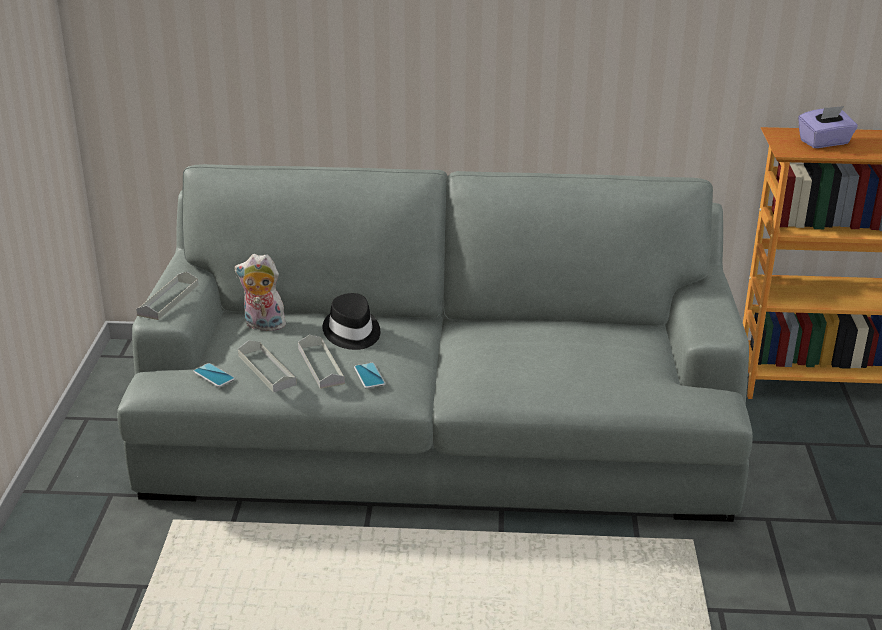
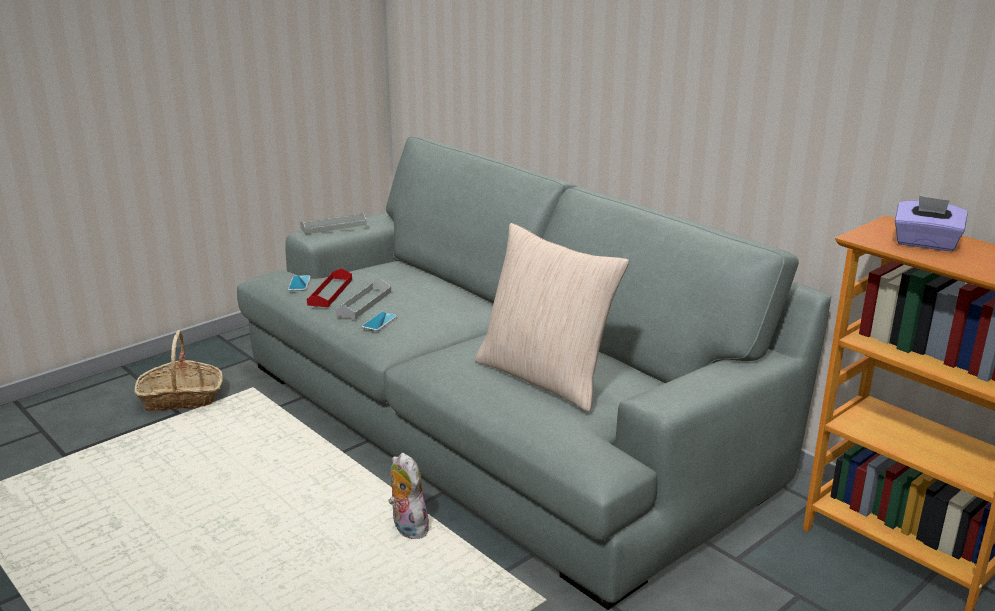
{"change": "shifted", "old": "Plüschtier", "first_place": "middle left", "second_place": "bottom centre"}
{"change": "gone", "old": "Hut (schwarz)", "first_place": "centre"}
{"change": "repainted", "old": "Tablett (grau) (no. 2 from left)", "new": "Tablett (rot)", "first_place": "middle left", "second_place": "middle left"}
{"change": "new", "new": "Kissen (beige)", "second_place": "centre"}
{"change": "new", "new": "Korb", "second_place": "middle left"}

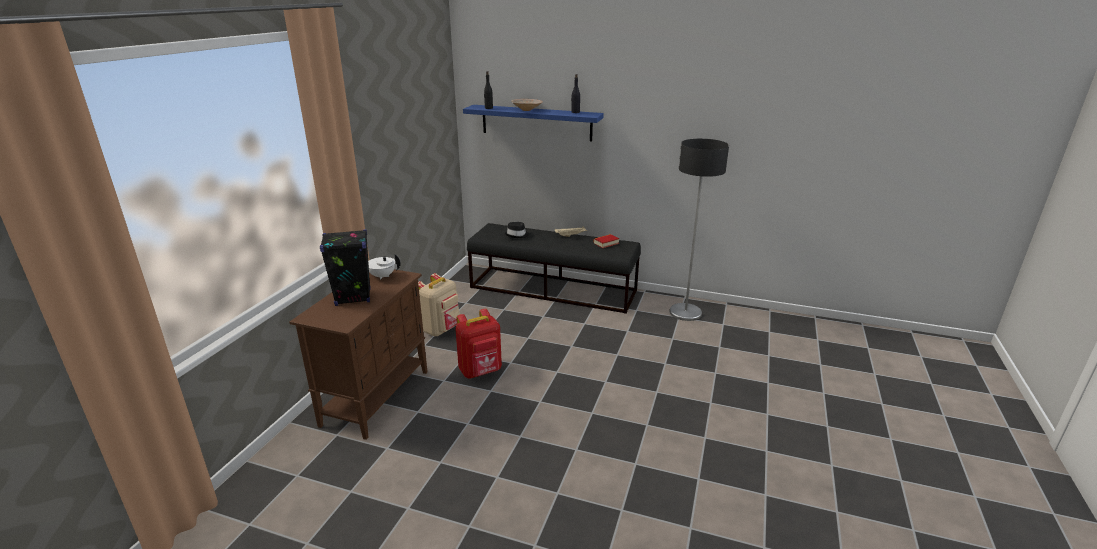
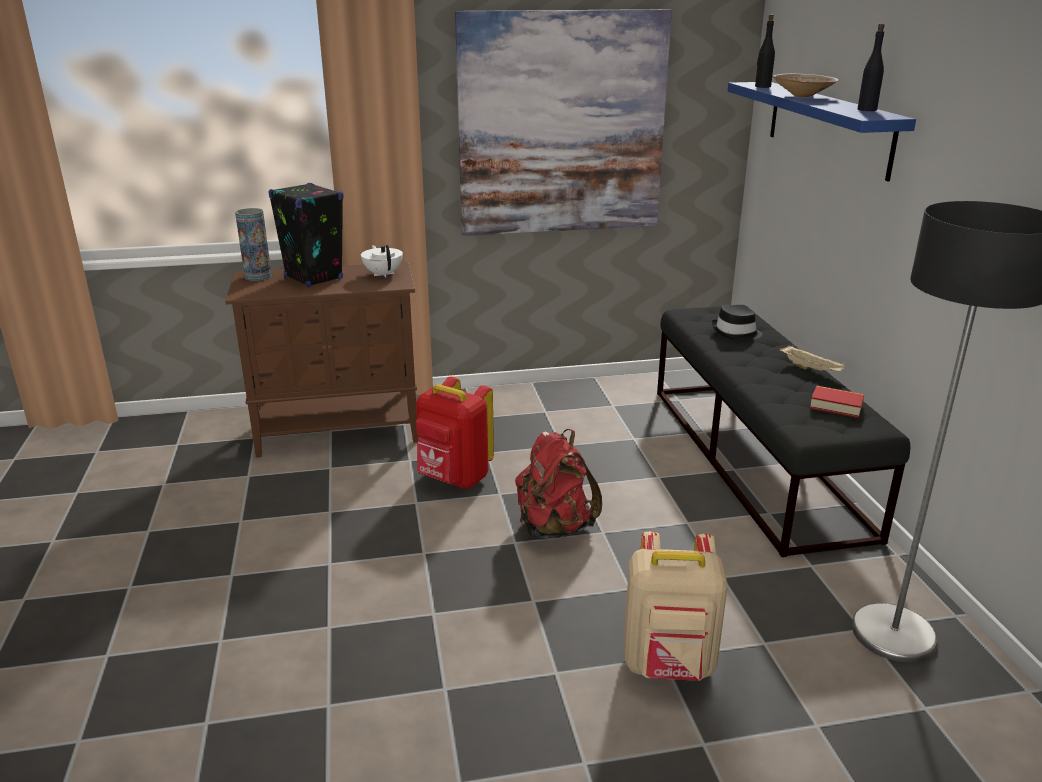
{"change": "shifted", "old": "Rucksack (beige)", "first_place": "centre", "second_place": "bottom centre"}
{"change": "new", "new": "Bild", "second_place": "top centre"}
{"change": "new", "new": "Vase", "second_place": "top left"}
{"change": "new", "new": "Rucksack (rot) (no. 2 from left)", "second_place": "centre"}

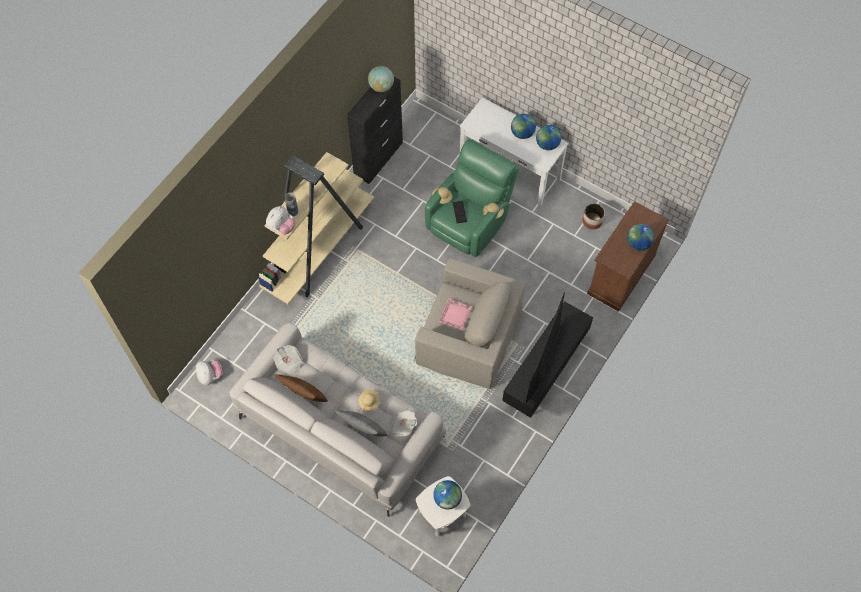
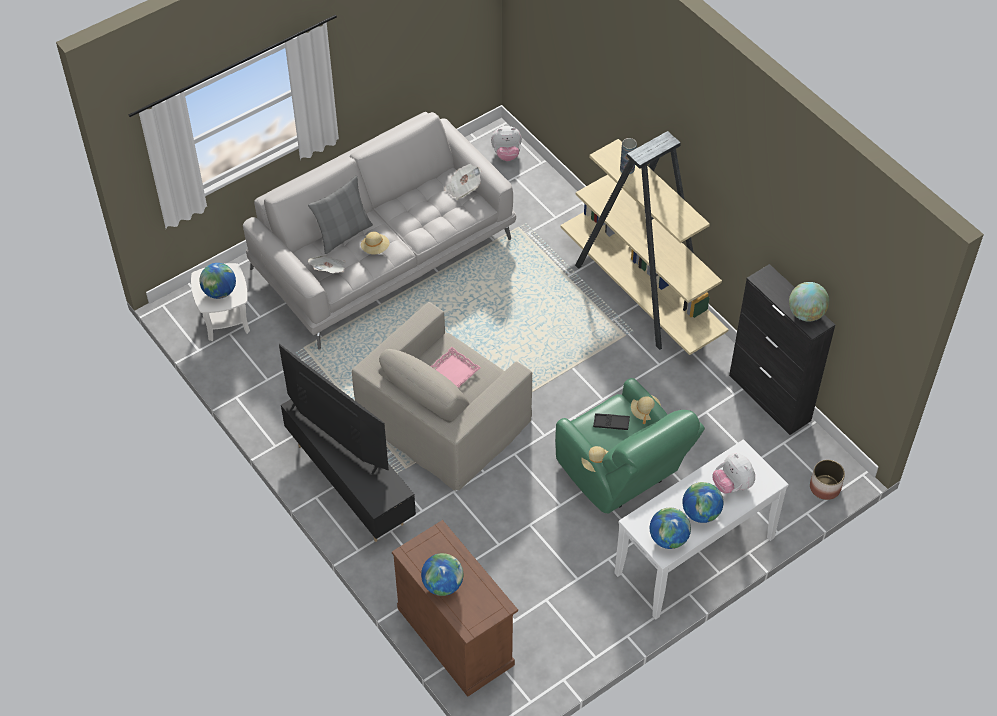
{"change": "shifted", "old": "Pflanzkübel", "first_place": "middle right", "second_place": "bottom right"}
{"change": "shifted", "old": "Plüschtier (no. 2 from left)", "first_place": "middle left", "second_place": "middle right"}
{"change": "gone", "old": "Kissen (braun)", "first_place": "centre"}

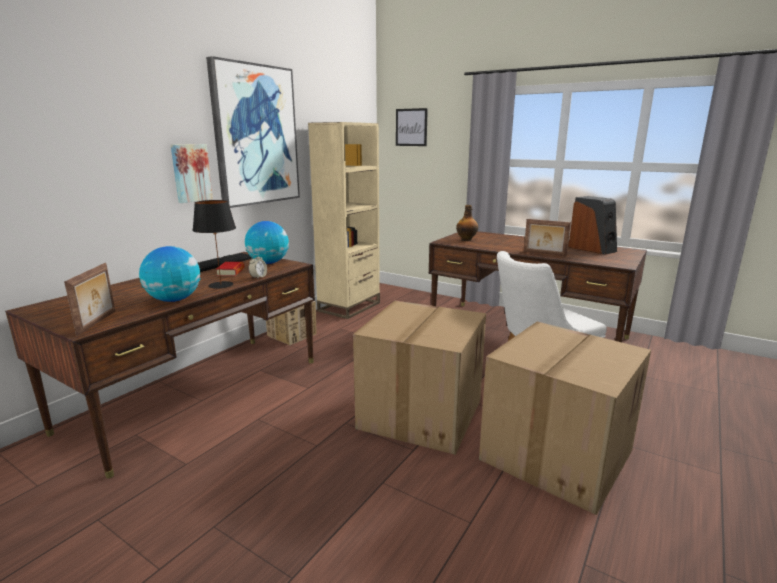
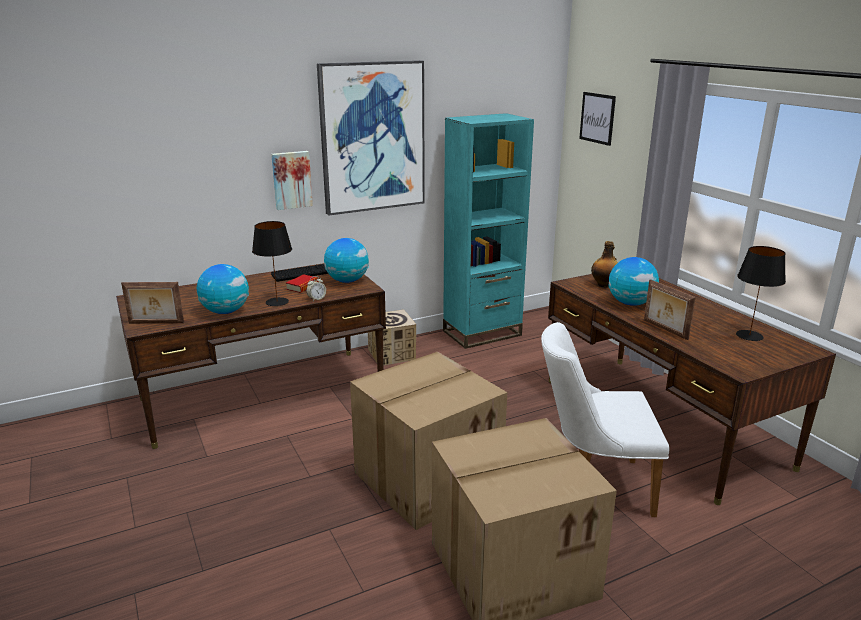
{"change": "repainted", "old": "Bücherregal (beige)", "new": "Bücherregal (türkis)", "first_place": "centre", "second_place": "centre"}
{"change": "swapped", "old": "Lautsprecher", "new": "Tischlampe (schwarz) (no. 2 from left)", "first_place": "middle right", "second_place": "middle right"}
{"change": "rotated", "old": "Bilderrahmen (no. 1 from left)", "first_place": "middle left", "second_place": "middle left", "degrees": 60}
{"change": "new", "new": "Globus (no. 3 from left)", "second_place": "middle right"}

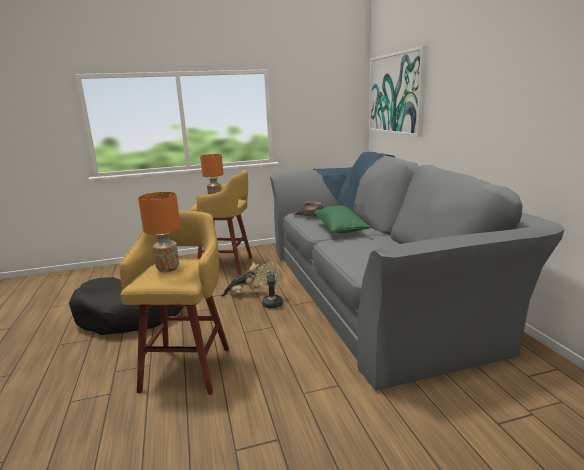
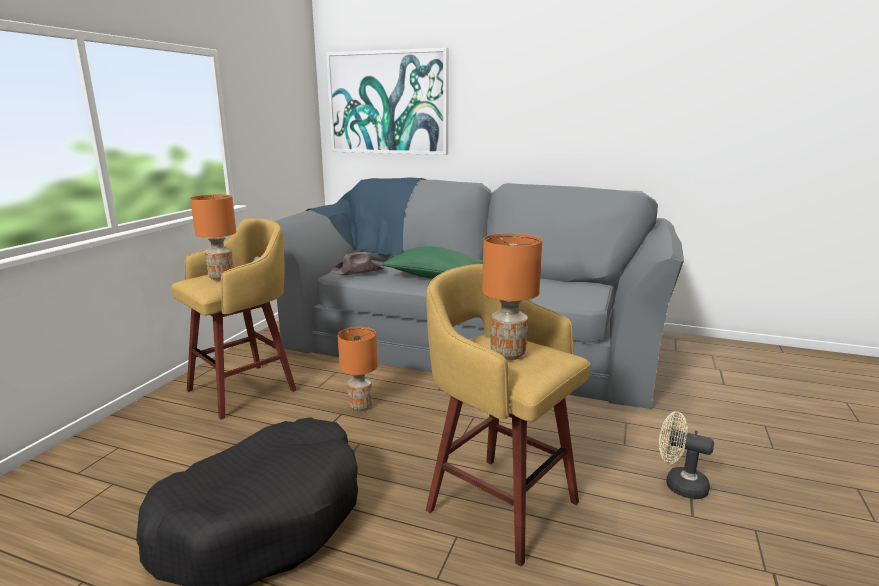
{"change": "swapped", "old": "Plüschtier", "new": "Tischlampe (orange) (no. 2 from left)", "first_place": "centre", "second_place": "centre"}
{"change": "shifted", "old": "Ventilator (beige)", "first_place": "centre", "second_place": "bottom right"}

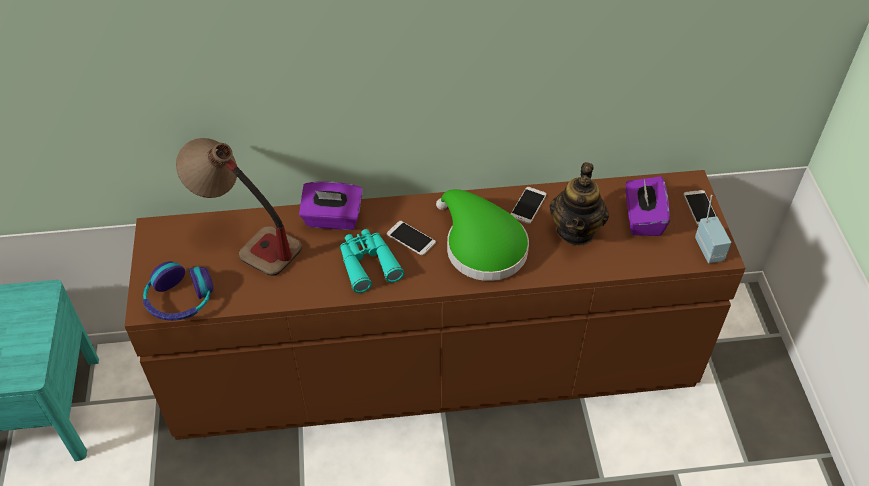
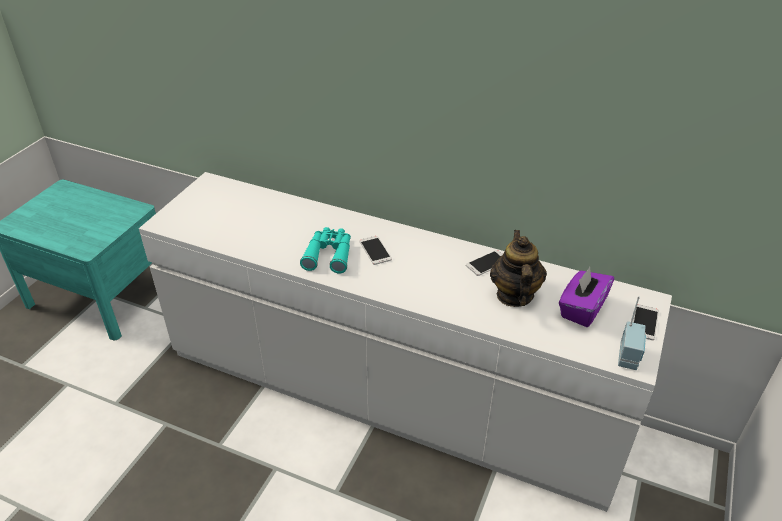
{"change": "gone", "old": "Tischlampe", "first_place": "middle left"}
{"change": "rotated", "old": "Teekanne", "first_place": "centre", "second_place": "centre", "degrees": 135}
{"change": "repainted", "old": "Kommode (braun)", "new": "Kommode (weiß)", "first_place": "centre", "second_place": "centre"}
{"change": "gone", "old": "Taschentuchbox (lila) (no. 1 from left)", "first_place": "centre"}
{"change": "gone", "old": "Hut (grün)", "first_place": "centre"}
{"change": "gone", "old": "Kopfhörer", "first_place": "middle left"}

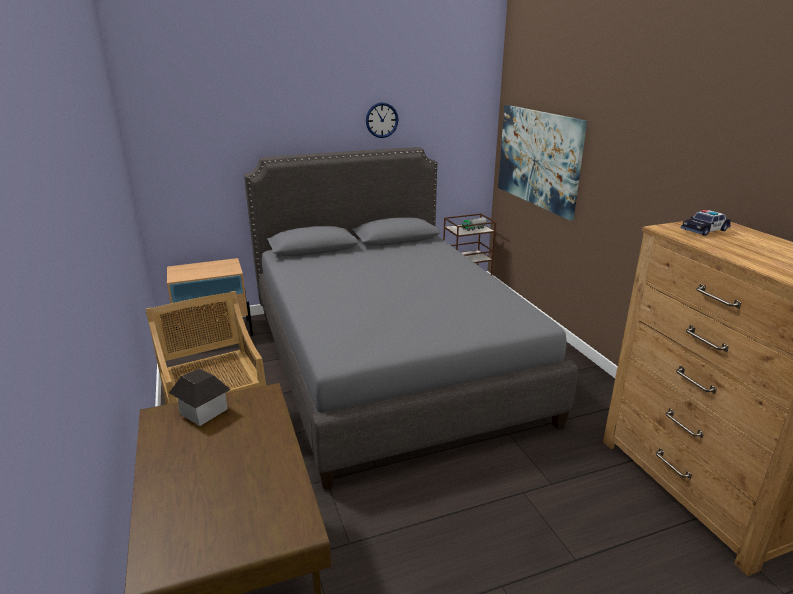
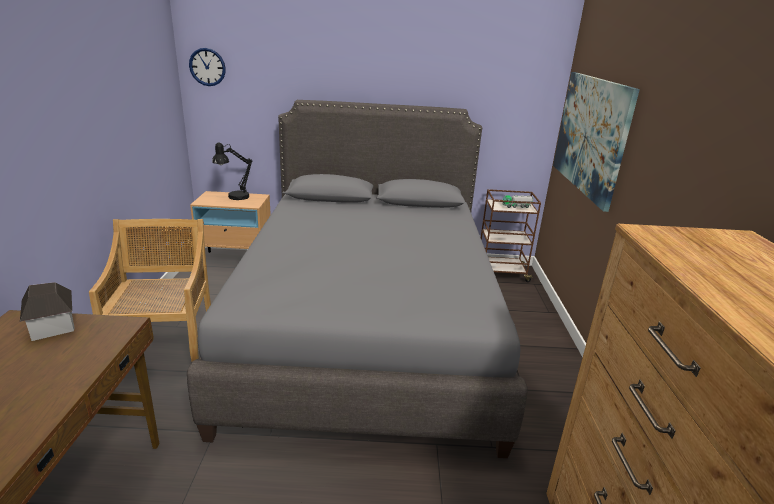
{"change": "shifted", "old": "Wanduhr", "first_place": "top centre", "second_place": "top left"}
{"change": "gone", "old": "Spielzeugauto", "first_place": "middle right"}
{"change": "new", "new": "Tischlampe (schwarz)", "second_place": "middle left"}

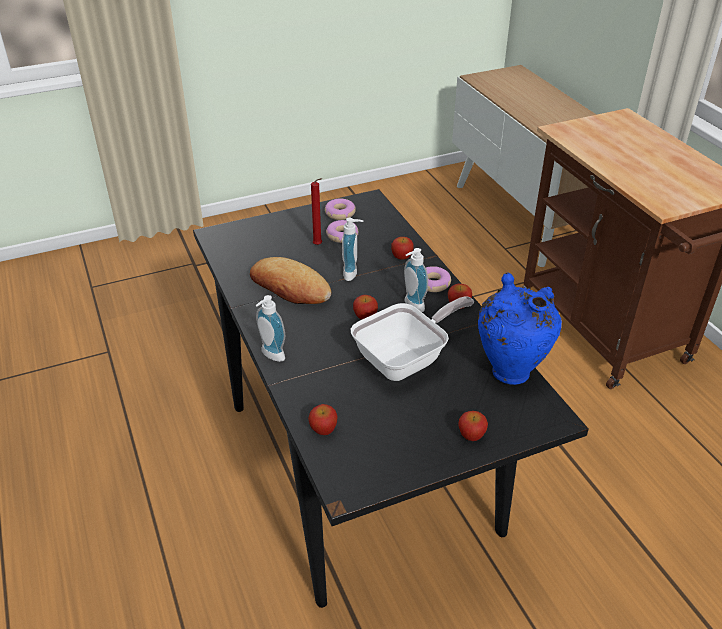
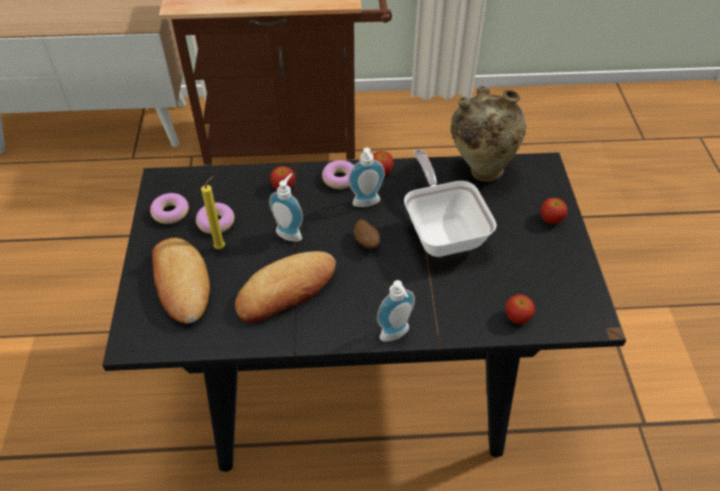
{"change": "repainted", "old": "Kerze (rot)", "new": "Kerze (gelb)", "first_place": "centre", "second_place": "middle left"}
{"change": "repainted", "old": "Vase (blau)", "new": "Vase (beige)", "first_place": "middle right", "second_place": "top right"}
{"change": "swapped", "old": "Apfel (no. 2 from left)", "new": "Kartoffel", "first_place": "centre", "second_place": "centre"}
{"change": "new", "new": "Brot (no. 1 from left)", "second_place": "middle left"}

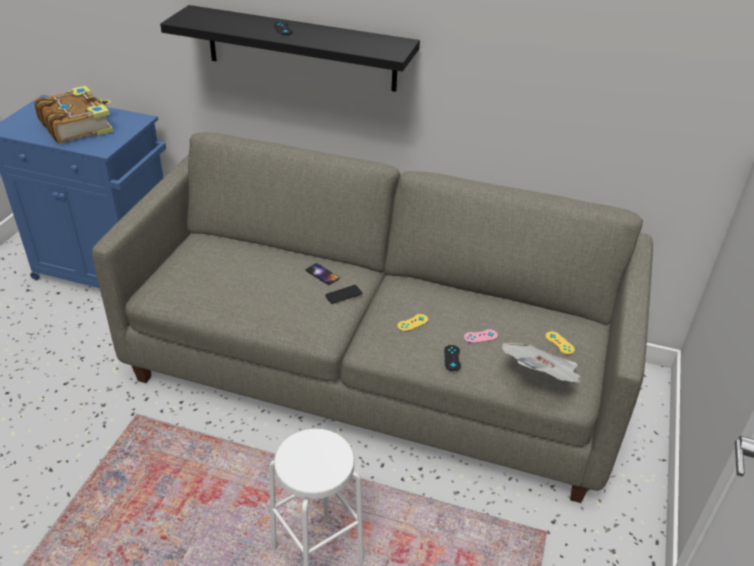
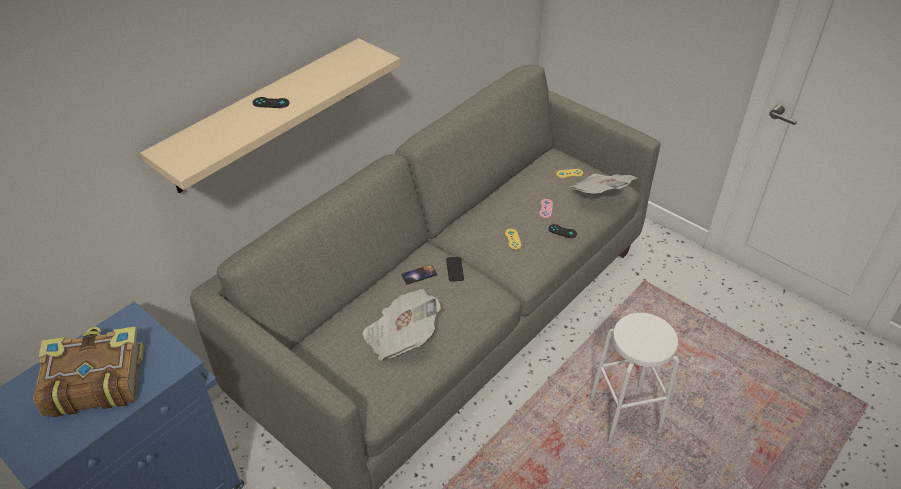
{"change": "repainted", "old": "Wandregal (schwarz)", "new": "Wandregal (beige)", "first_place": "top centre", "second_place": "top left"}
{"change": "new", "new": "Zeitung (no. 1 from left)", "second_place": "centre"}

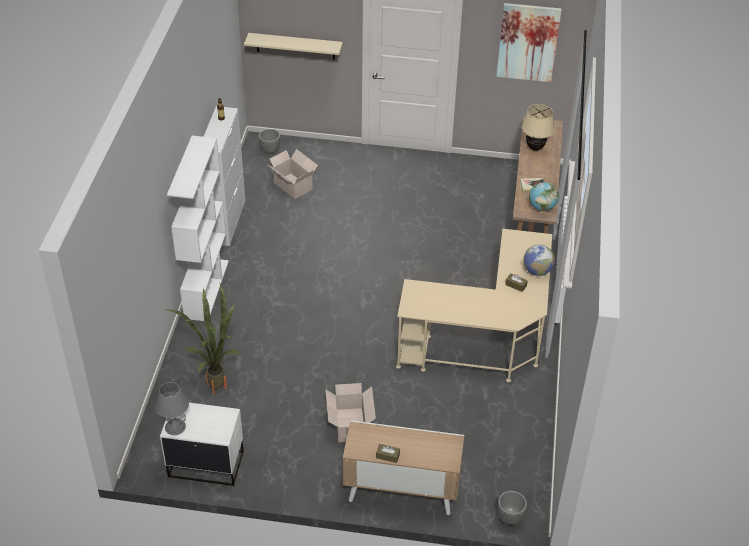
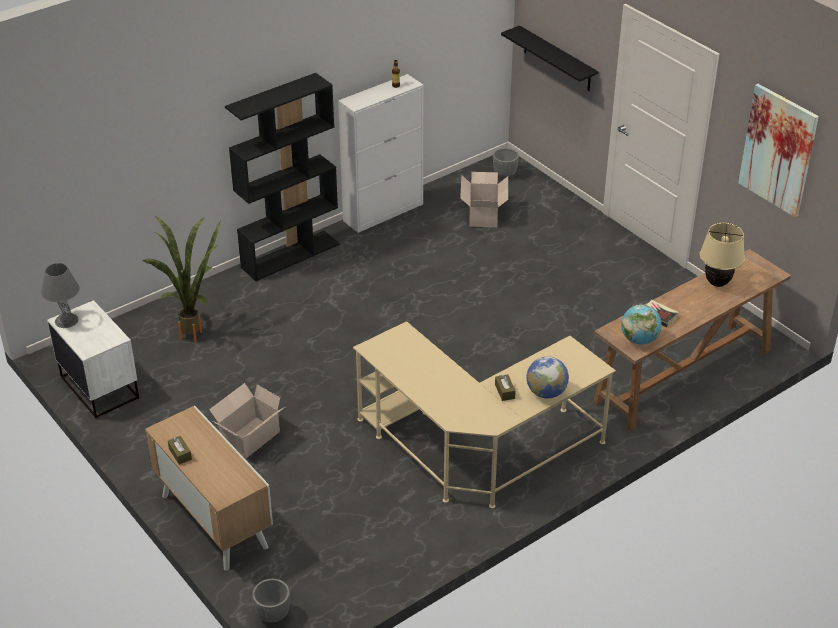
{"change": "repainted", "old": "Wandregal (beige)", "new": "Wandregal (schwarz)", "first_place": "top centre", "second_place": "top centre"}
{"change": "repainted", "old": "Bücherregal (weiß)", "new": "Bücherregal (schwarz)", "first_place": "middle left", "second_place": "top centre"}

